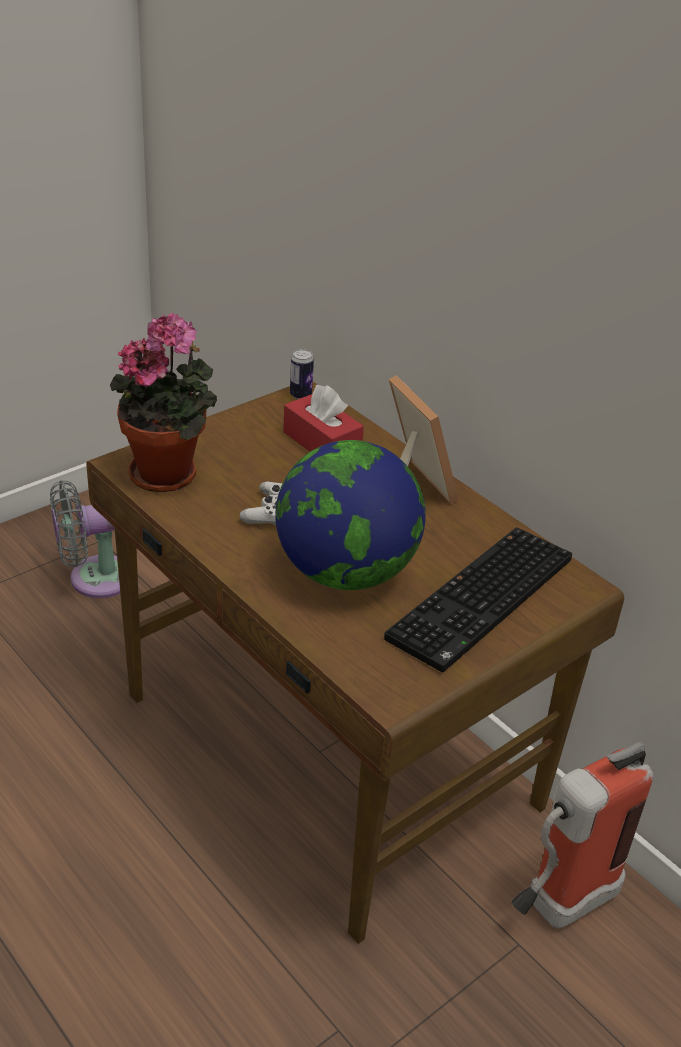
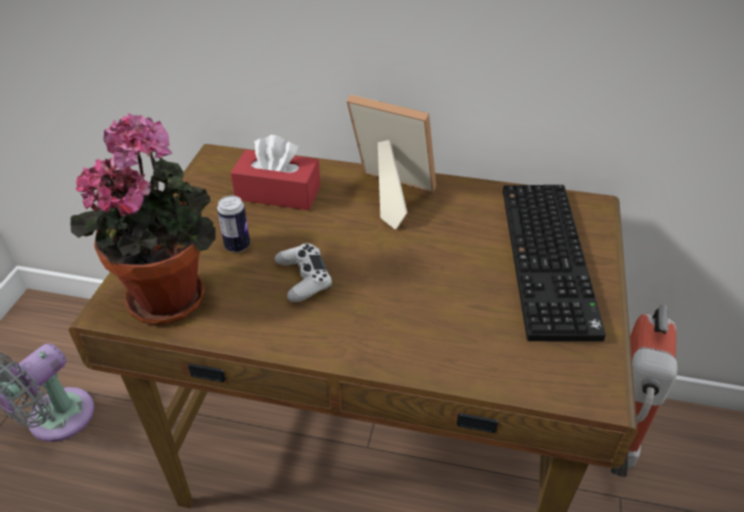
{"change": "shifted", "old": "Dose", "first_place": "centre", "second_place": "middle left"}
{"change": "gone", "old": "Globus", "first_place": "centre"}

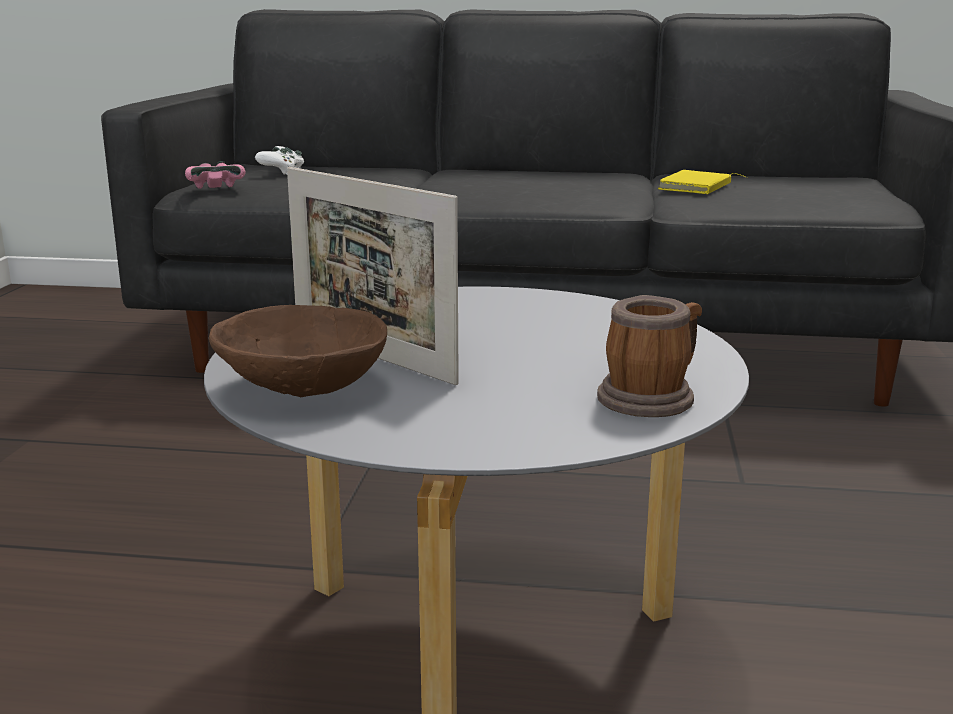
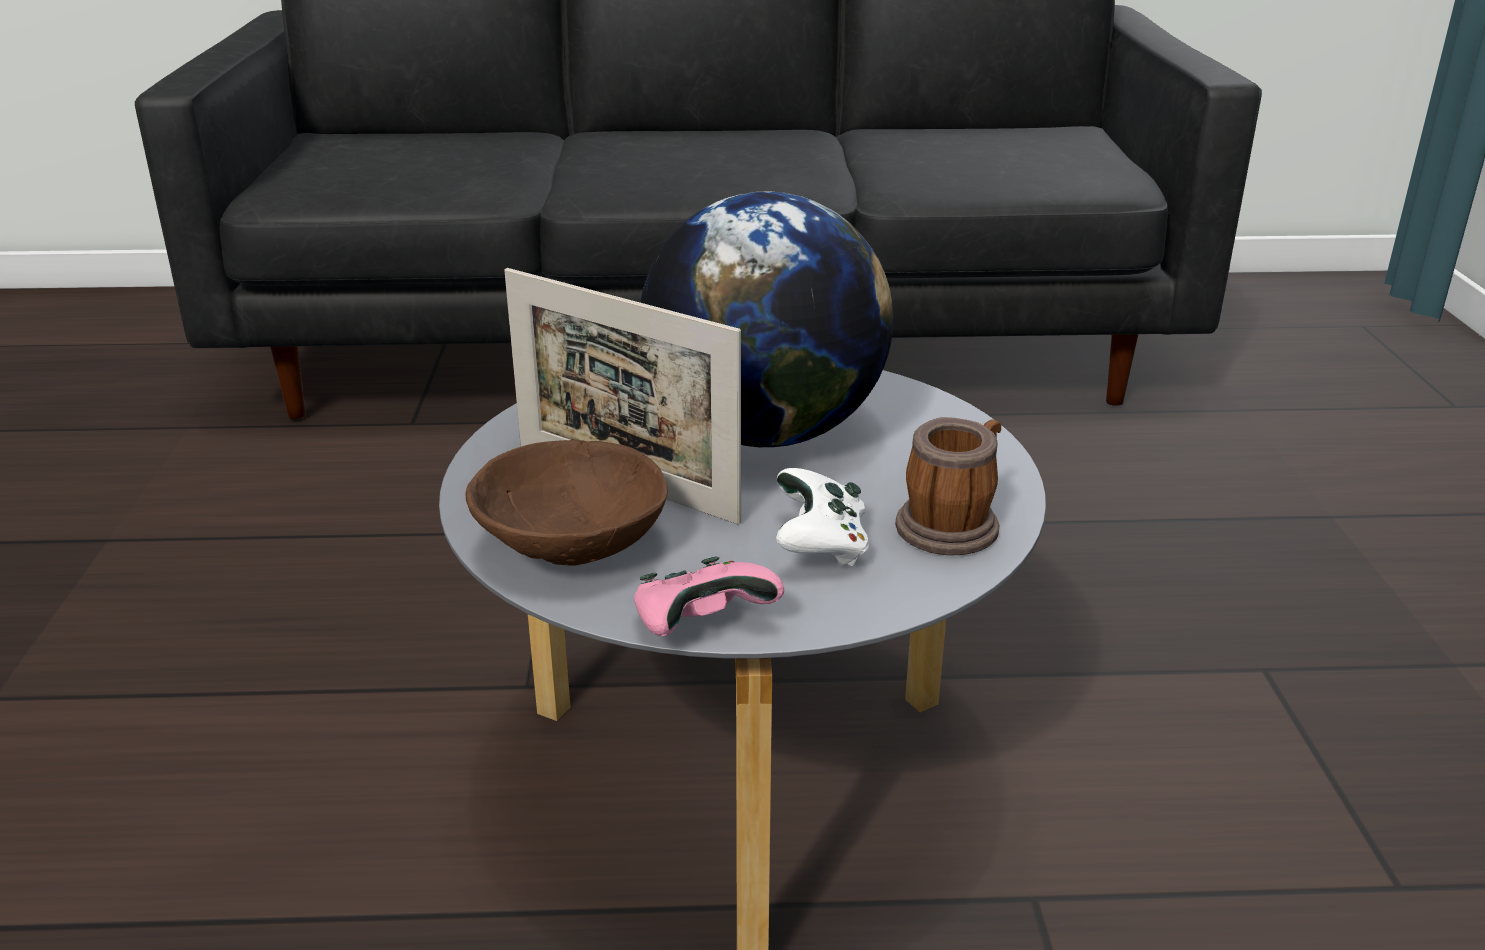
{"change": "shifted", "old": "Gamepad (weiß)", "first_place": "top left", "second_place": "centre"}
{"change": "shifted", "old": "Gamepad (rosa)", "first_place": "top left", "second_place": "centre"}
{"change": "gone", "old": "Buch (gelb)", "first_place": "top right"}
{"change": "new", "new": "Globus", "second_place": "centre"}

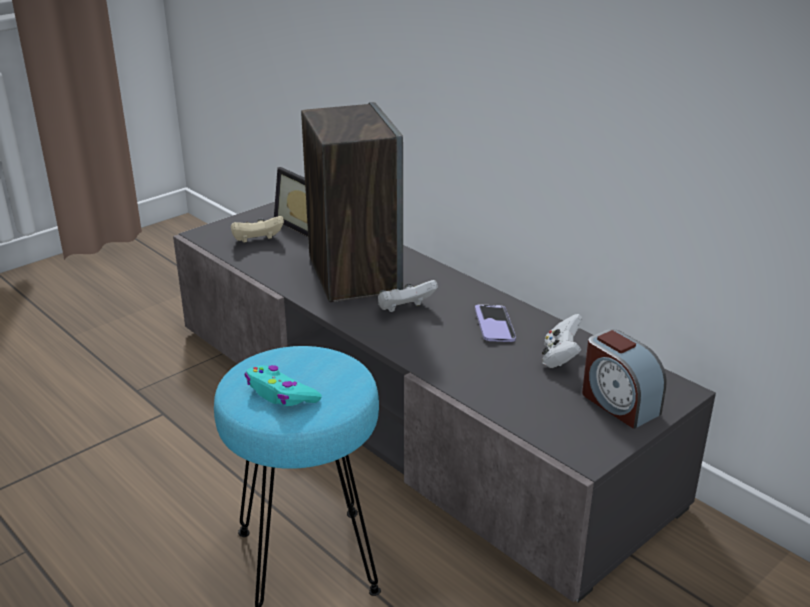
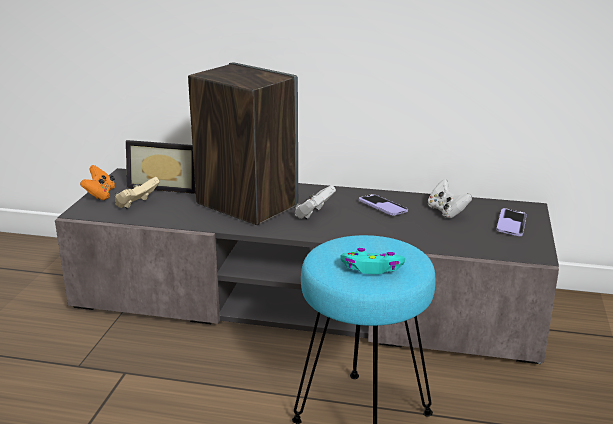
{"change": "swapped", "old": "Wecker", "new": "Handy (no. 2 from left)", "first_place": "middle right", "second_place": "middle right"}
{"change": "new", "new": "Gamepad (orange)", "second_place": "middle left"}

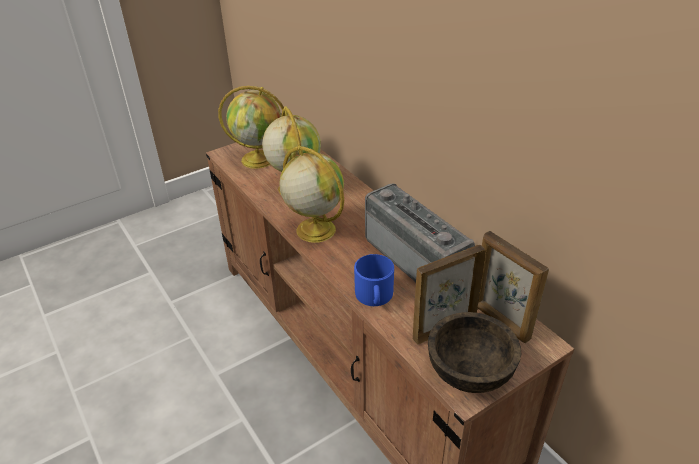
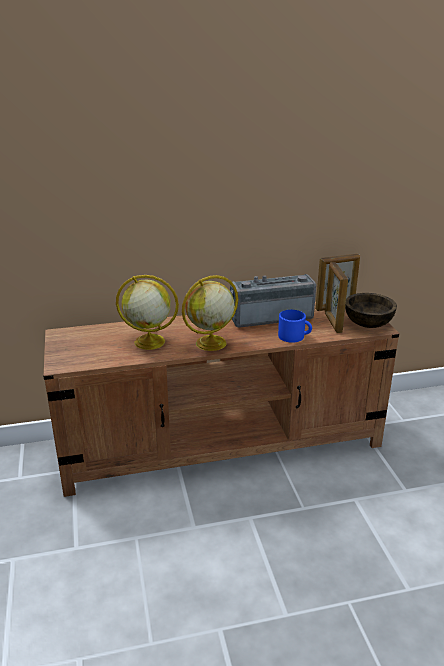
{"change": "gone", "old": "Globus (no. 1 from left)", "first_place": "top centre"}

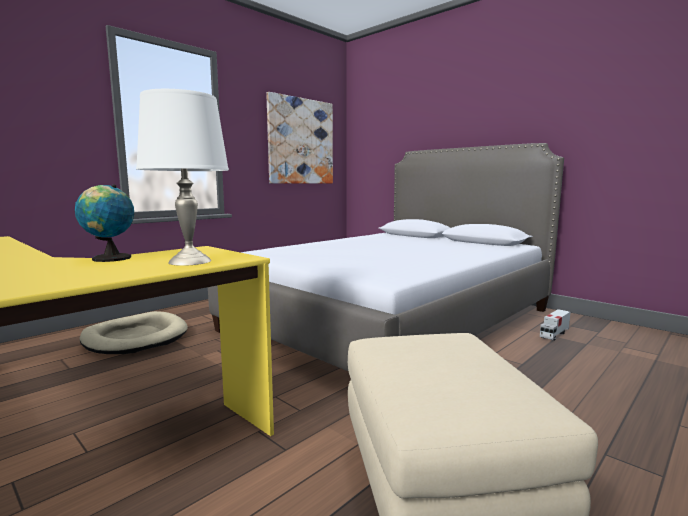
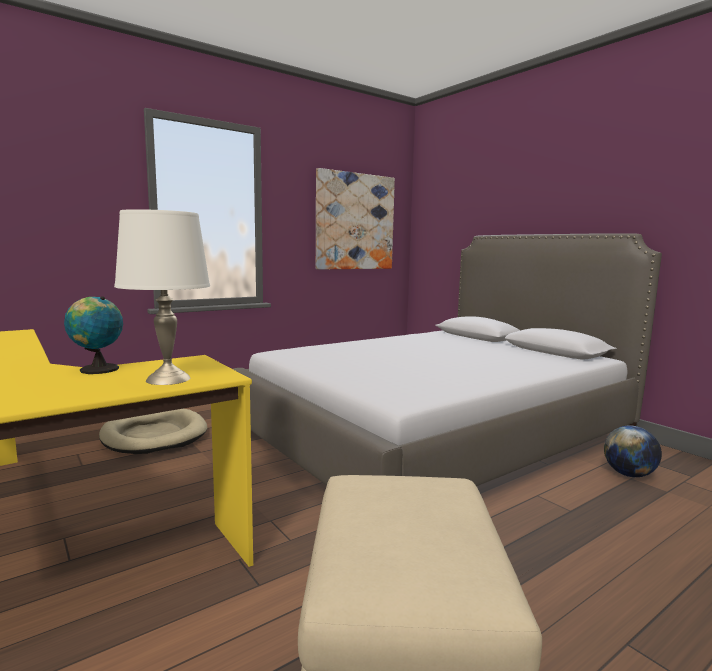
{"change": "swapped", "old": "Spielzeuglaster", "new": "Globus (no. 2 from left)", "first_place": "middle right", "second_place": "bottom right"}

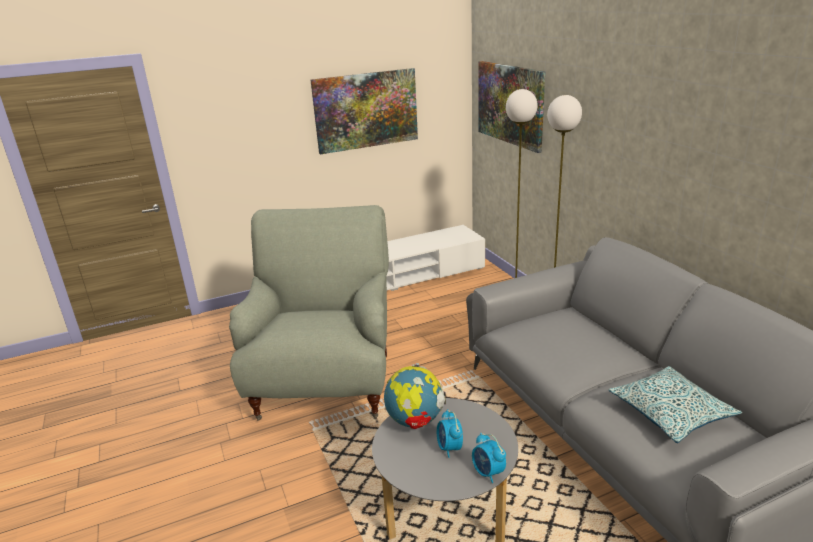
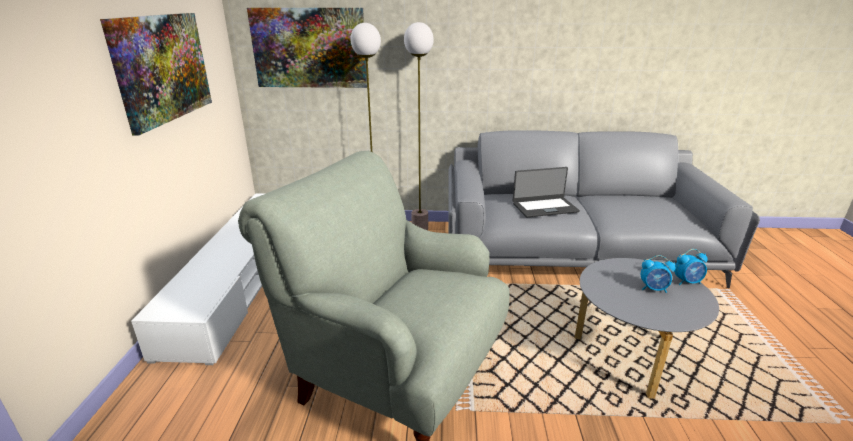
{"change": "gone", "old": "Globus", "first_place": "bottom centre"}
{"change": "gone", "old": "Kissen", "first_place": "bottom right"}
{"change": "new", "new": "Laptop", "second_place": "centre"}

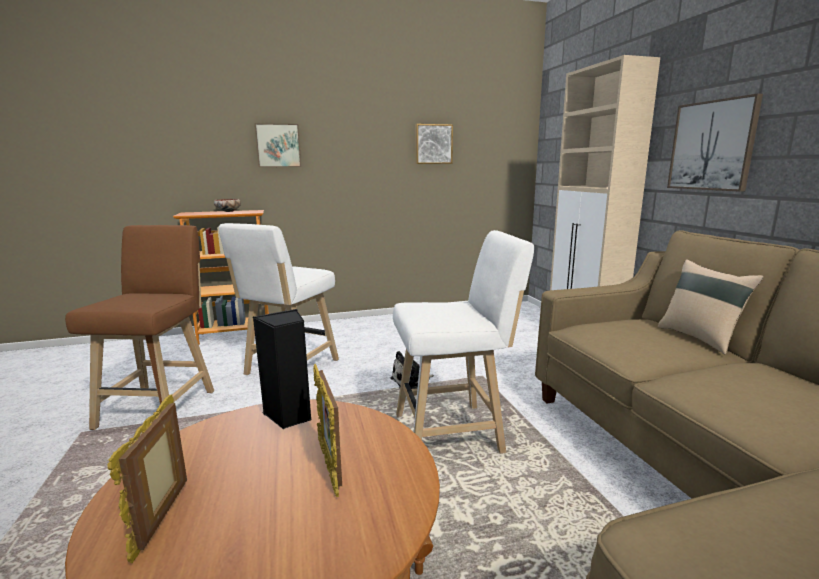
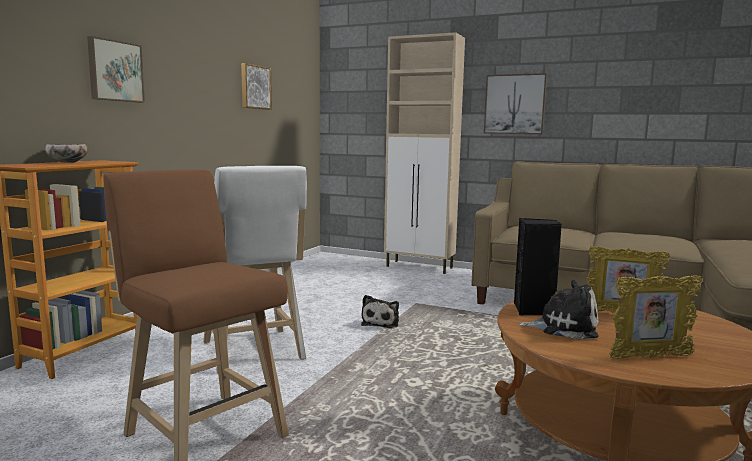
{"change": "gone", "old": "Hocker (weiß) (no. 2 from left)", "first_place": "centre"}
{"change": "gone", "old": "Kissen (beige)", "first_place": "middle right"}
{"change": "rotated", "old": "Bilderrahmen (no. 1 from left in the first image)", "first_place": "bottom left", "second_place": "bottom right", "degrees": -45}
{"change": "new", "new": "Plüschtier (no. 2 from left)", "second_place": "bottom right"}

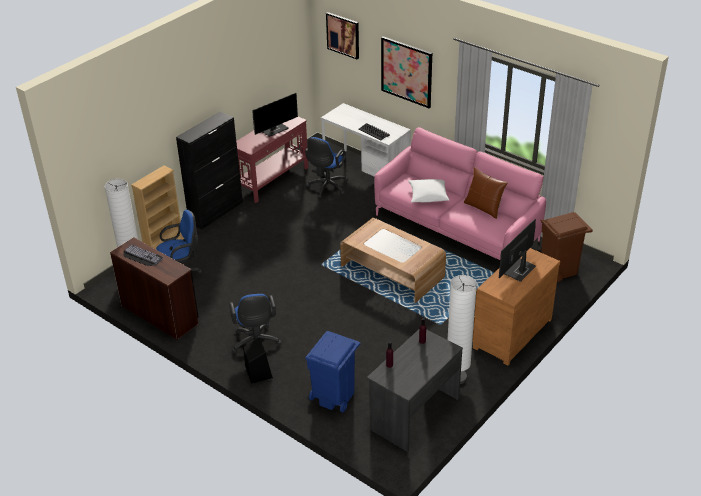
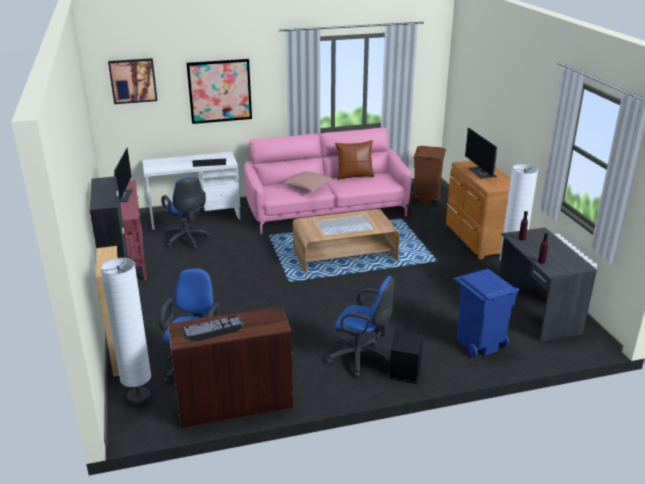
{"change": "repainted", "old": "Kissen (weiß)", "new": "Kissen (rosa)", "first_place": "centre", "second_place": "centre"}

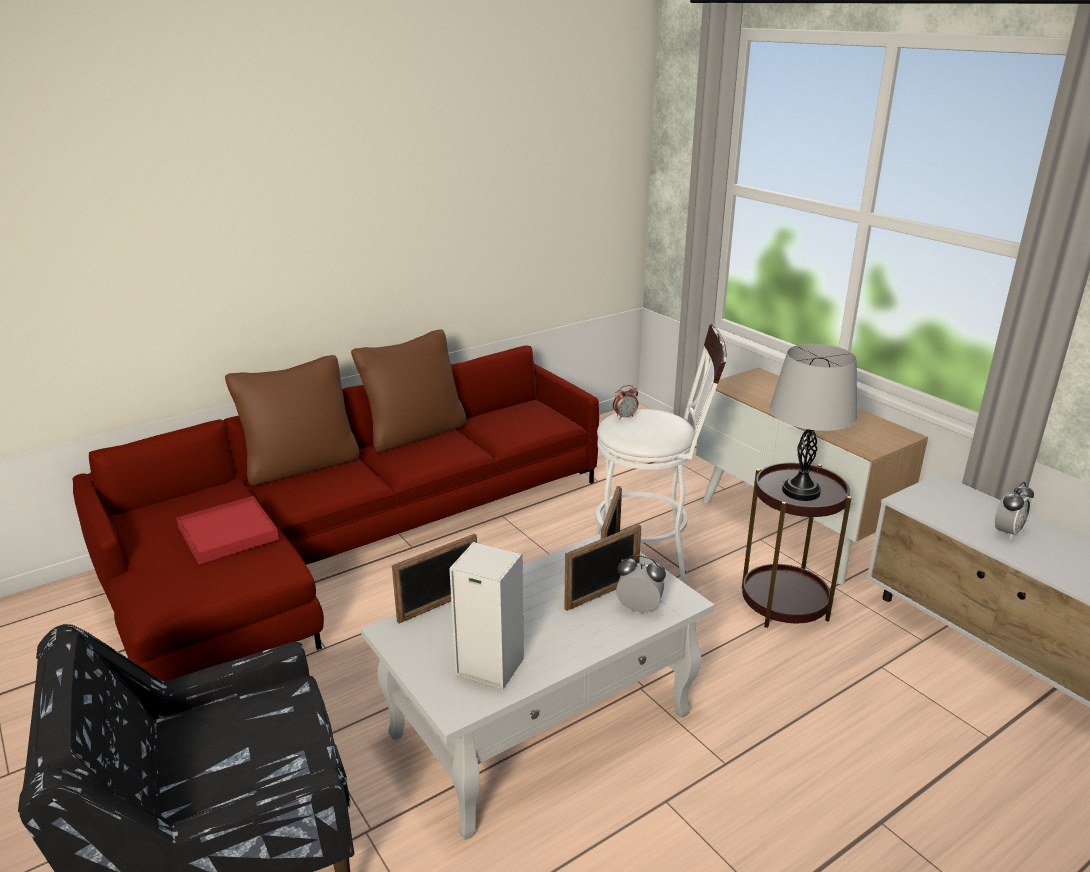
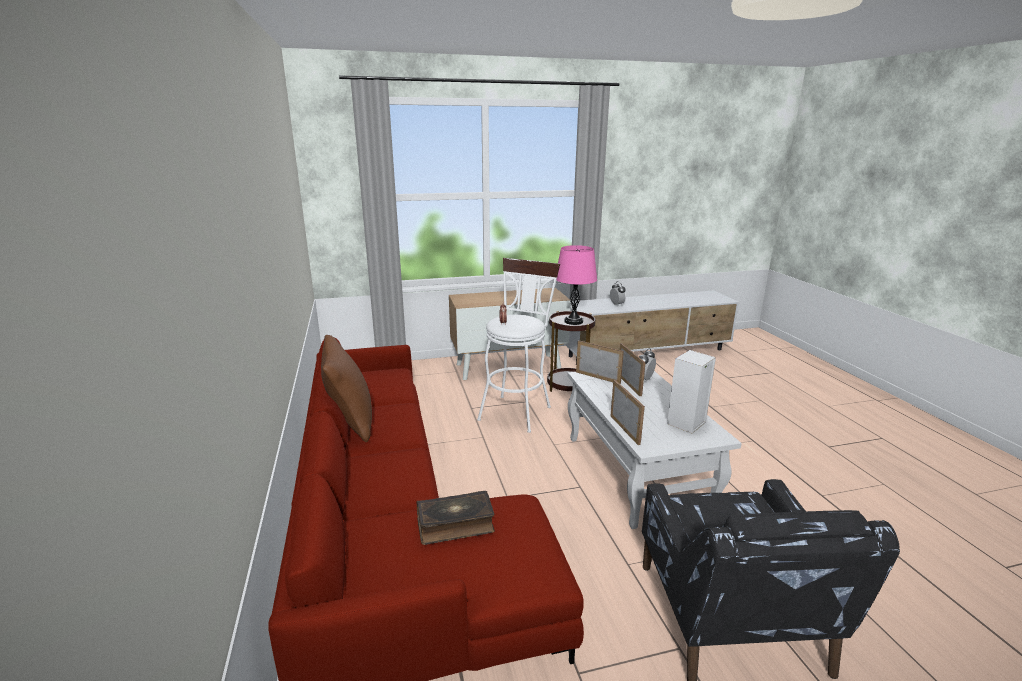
{"change": "repainted", "old": "Tischlampe (grau)", "new": "Tischlampe (rosa)", "first_place": "middle right", "second_place": "centre"}
{"change": "gone", "old": "Kissen (braun) (no. 1 from left)", "first_place": "middle left"}
{"change": "swapped", "old": "Tablett (rot)", "new": "Buch", "first_place": "middle left", "second_place": "bottom centre"}

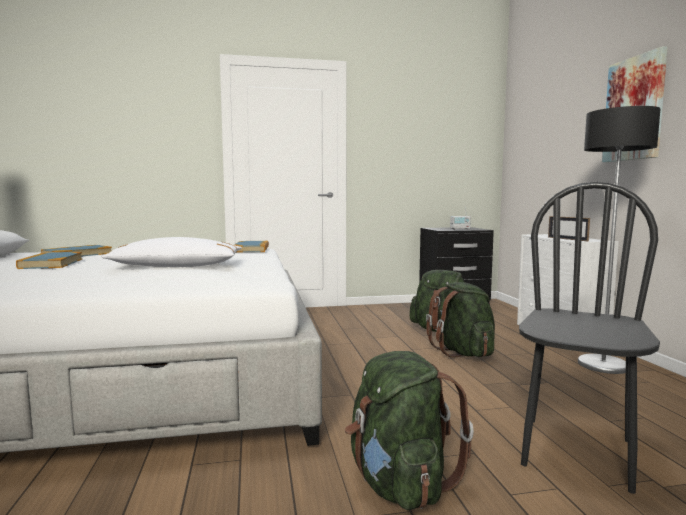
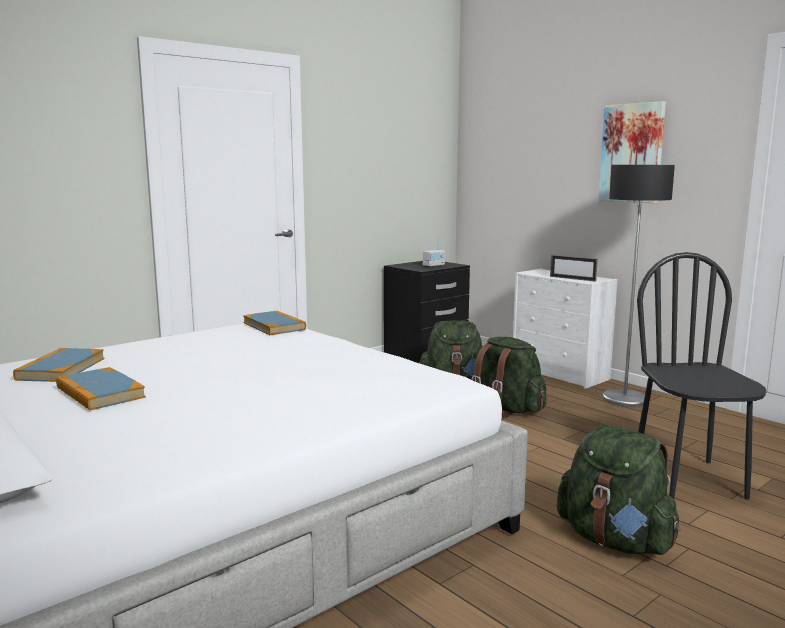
{"change": "gone", "old": "Kissen (weiß)", "first_place": "middle left"}

